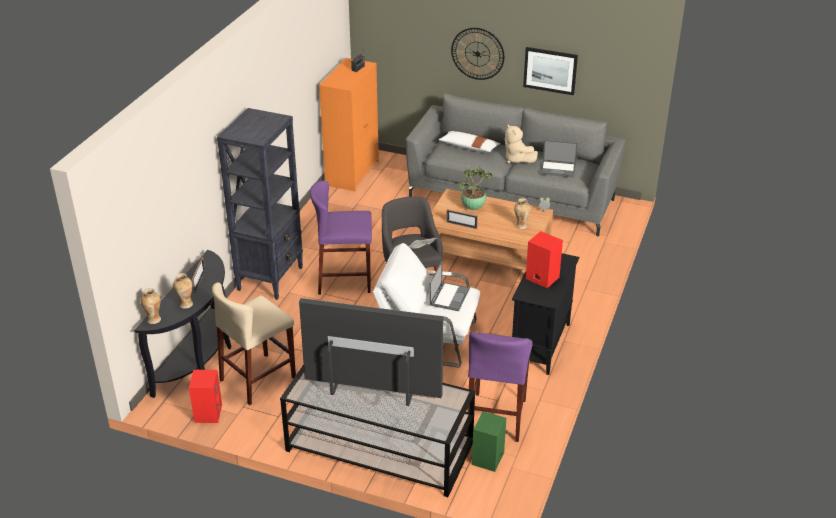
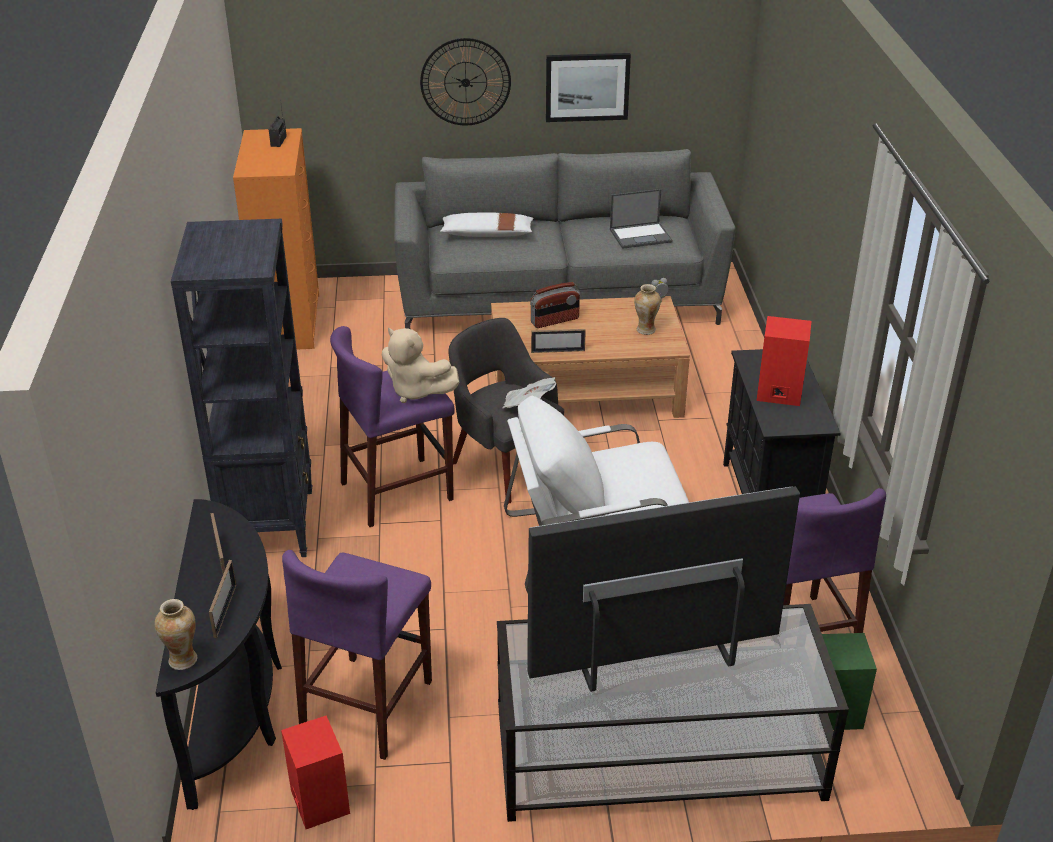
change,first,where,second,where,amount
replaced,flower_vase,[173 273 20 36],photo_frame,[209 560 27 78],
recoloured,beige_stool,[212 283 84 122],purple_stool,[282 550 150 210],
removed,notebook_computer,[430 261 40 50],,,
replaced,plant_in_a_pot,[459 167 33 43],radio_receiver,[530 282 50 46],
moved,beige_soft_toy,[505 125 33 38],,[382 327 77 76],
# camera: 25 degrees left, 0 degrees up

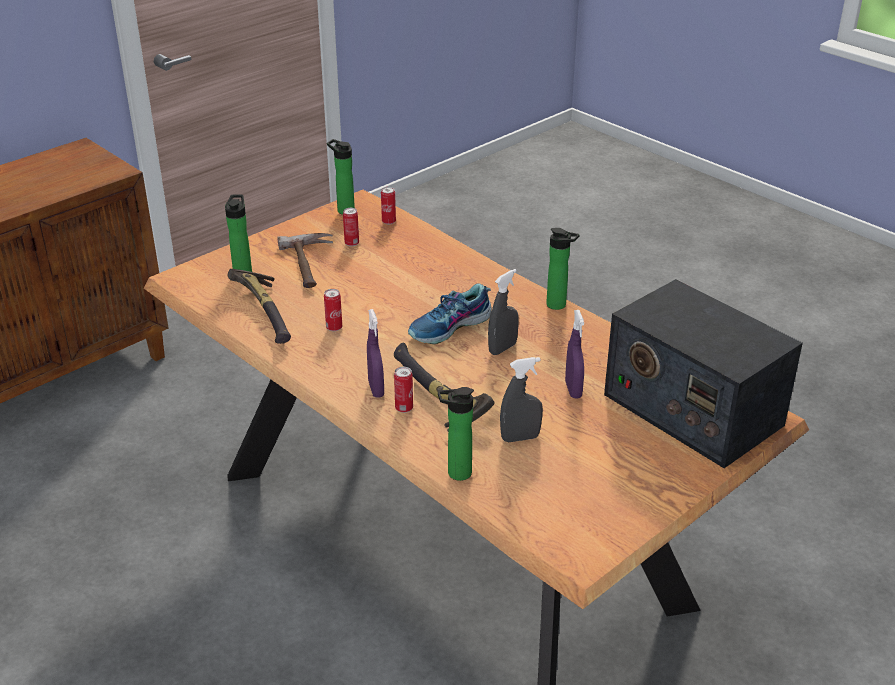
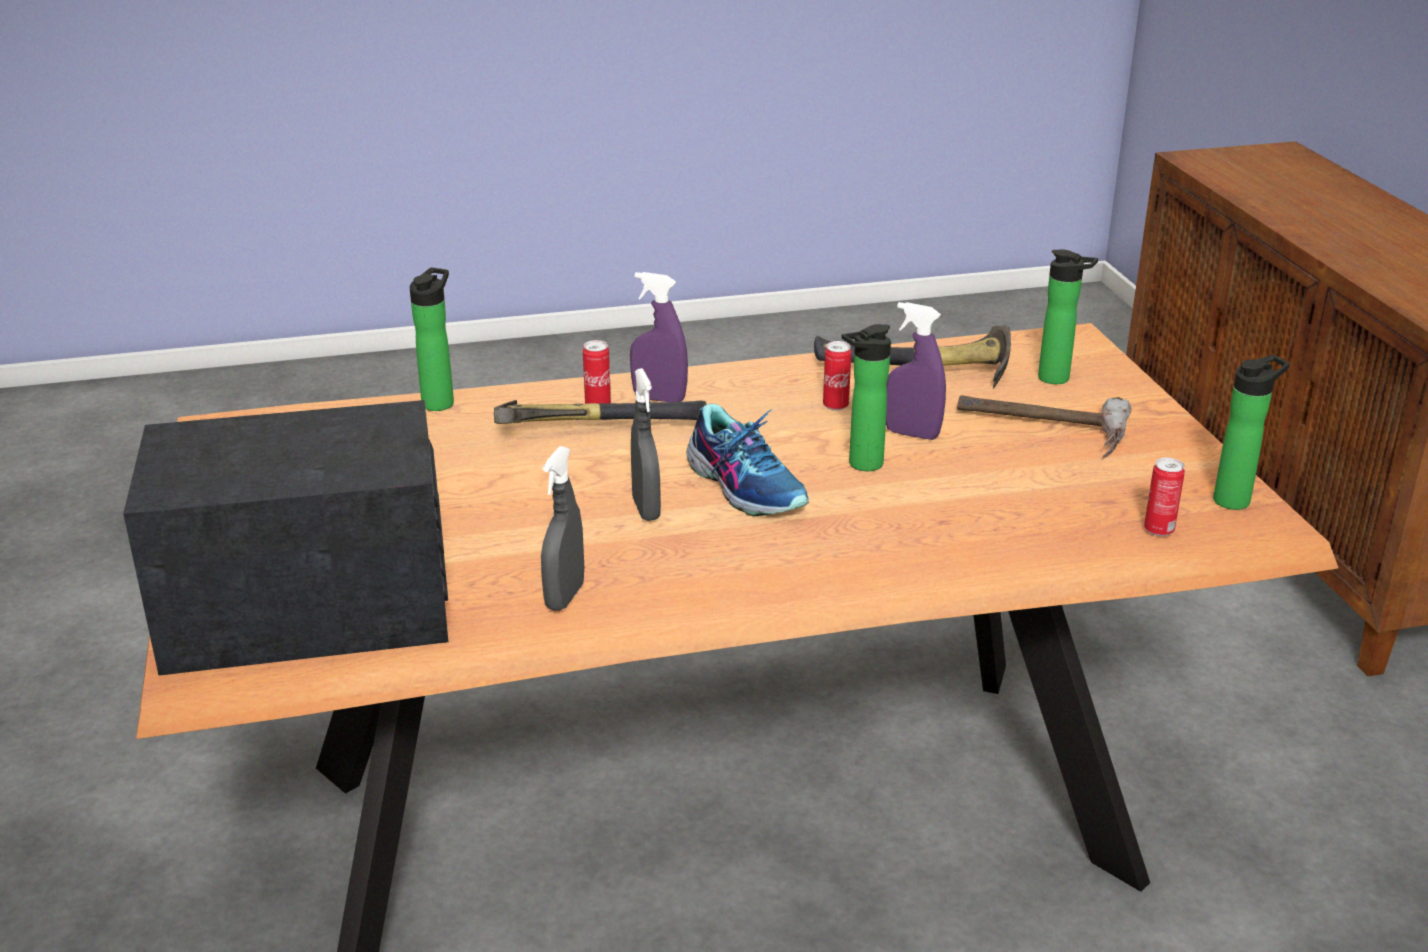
change,first,where,second,where,amount
removed,metal_can,[343 208 16 38],,,
turned,low_shoe,[408 283 84 61],,[686 404 123 112],150 degrees clockwise
moved,gray_sprayer,[500 357 43 85],,[541 446 43 165],
moved,drink_bottle,[546 228 34 82],,[841 324 50 147],
moved,purple_sprayer,[565 310 19 88],,[886 302 60 138],
# camera: 120 degrees right, 5 degrees down

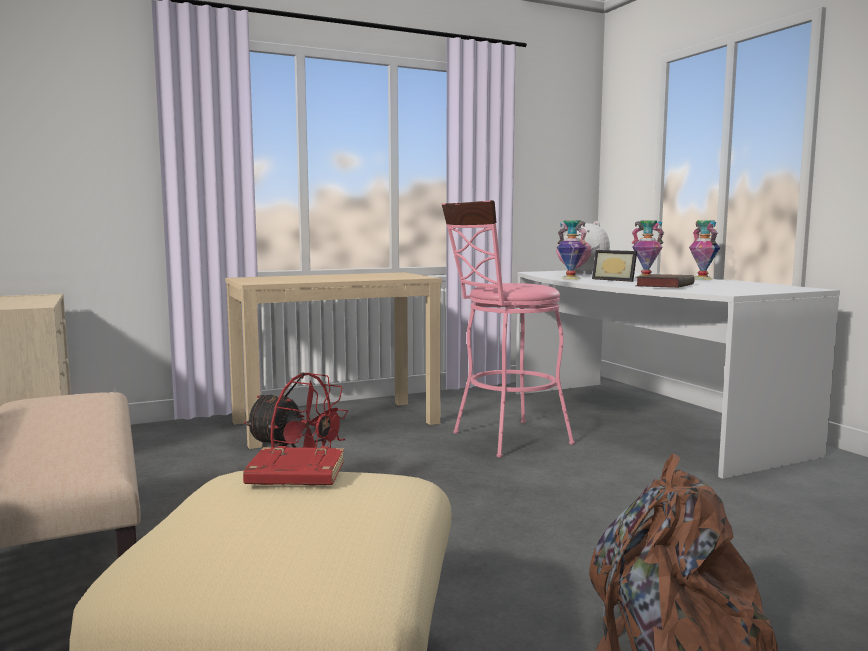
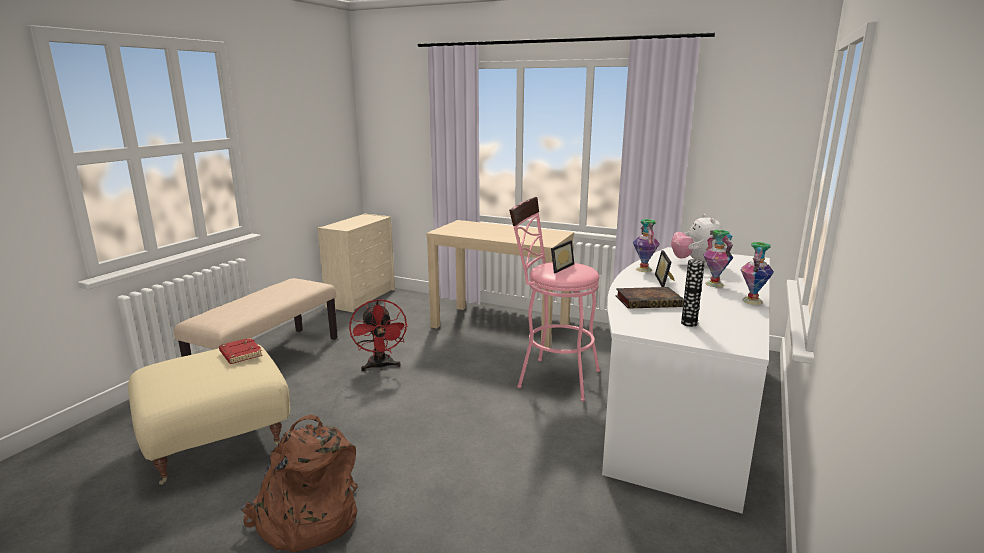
change,first,where,second,where,amount
added,,,photo_frame,[551 240 23 33],
added,,,flower_vase,[681 259 24 68],
# camera: 50 degrees right, 10 degrees up

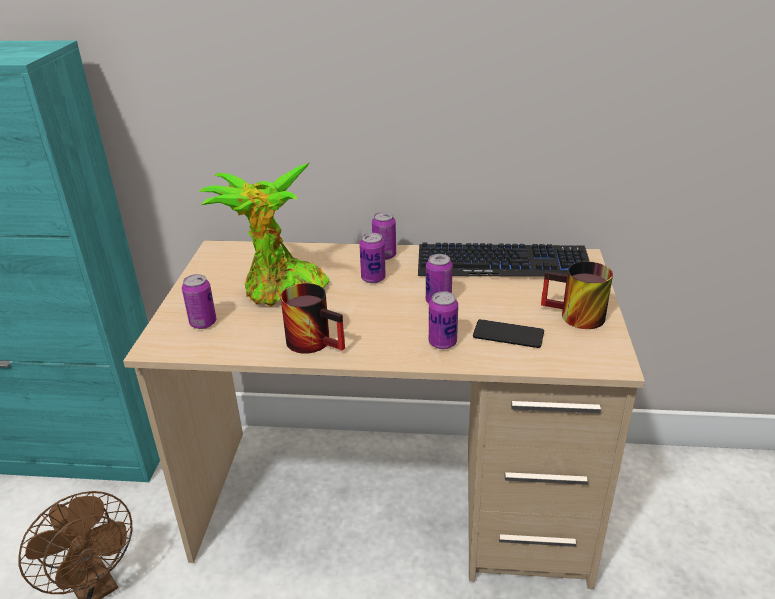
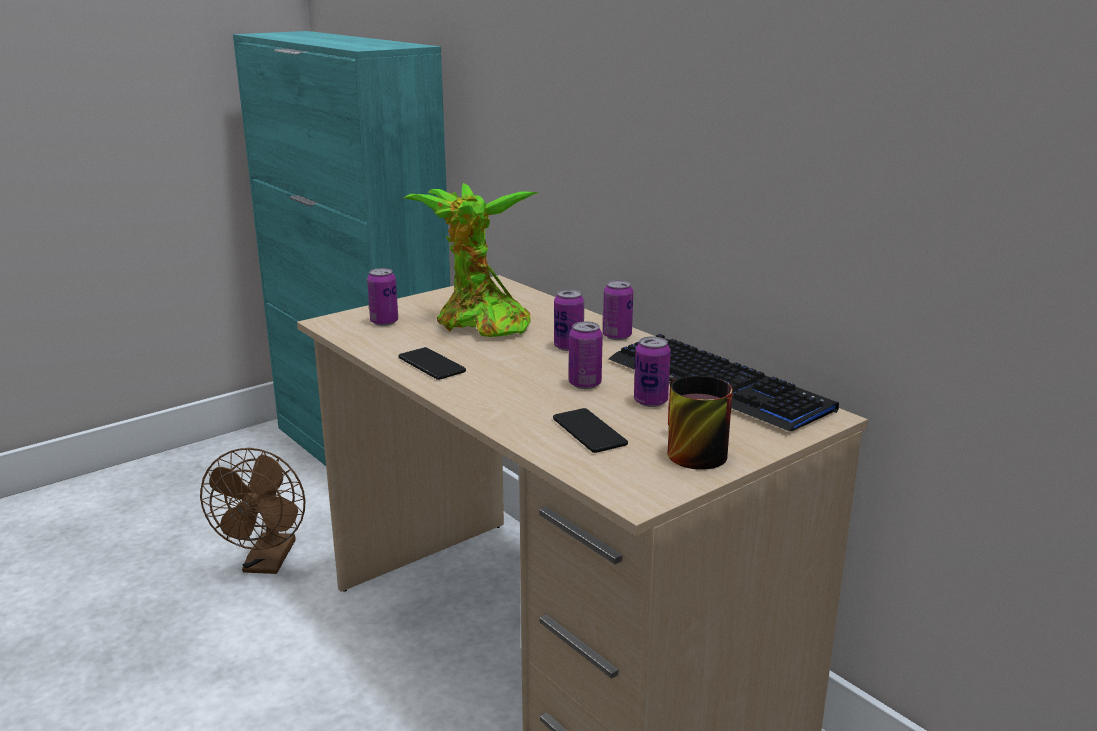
change,first,where,second,where,amount
replaced,coffee_mug,[280 283 65 71],handset,[399 347 67 33],
moved,metal_can,[429 291 29 58],,[634 336 37 71],
# camera: 45 degrees right, 10 degrees down

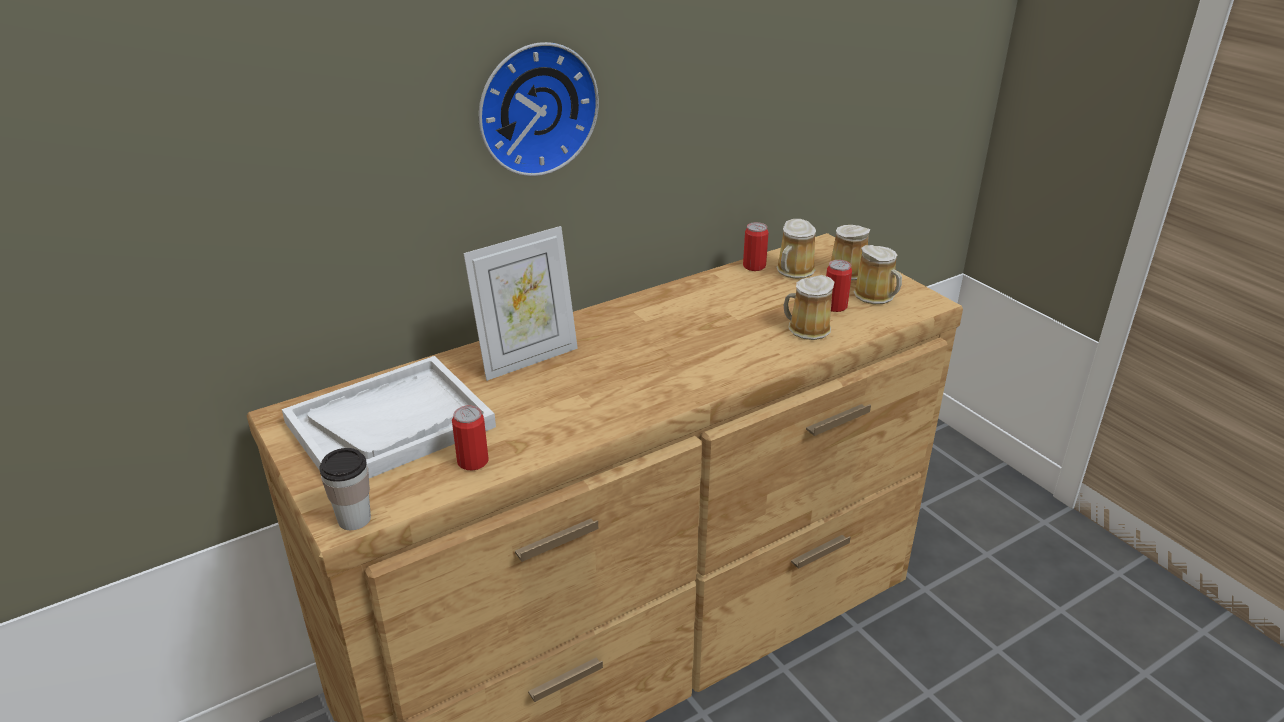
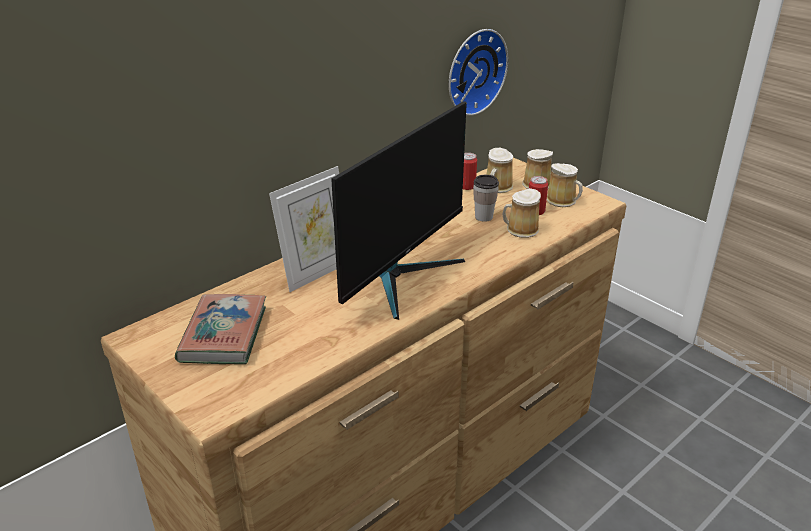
change,first,where,second,where,amount
replaced,whitish_serving_tray,[282 356 214 122],volume,[175 294 91 70],
moved,drinking_cup,[319 448 52 82],,[473 175 26 47],
removed,metal_can,[452 405 37 66],,,
moved,wall_clock,[479 42 120 134],,[449 29 59 87],
added,,,computer_display,[331 101 136 219],
# camera: 10 degrees left, 0 degrees up

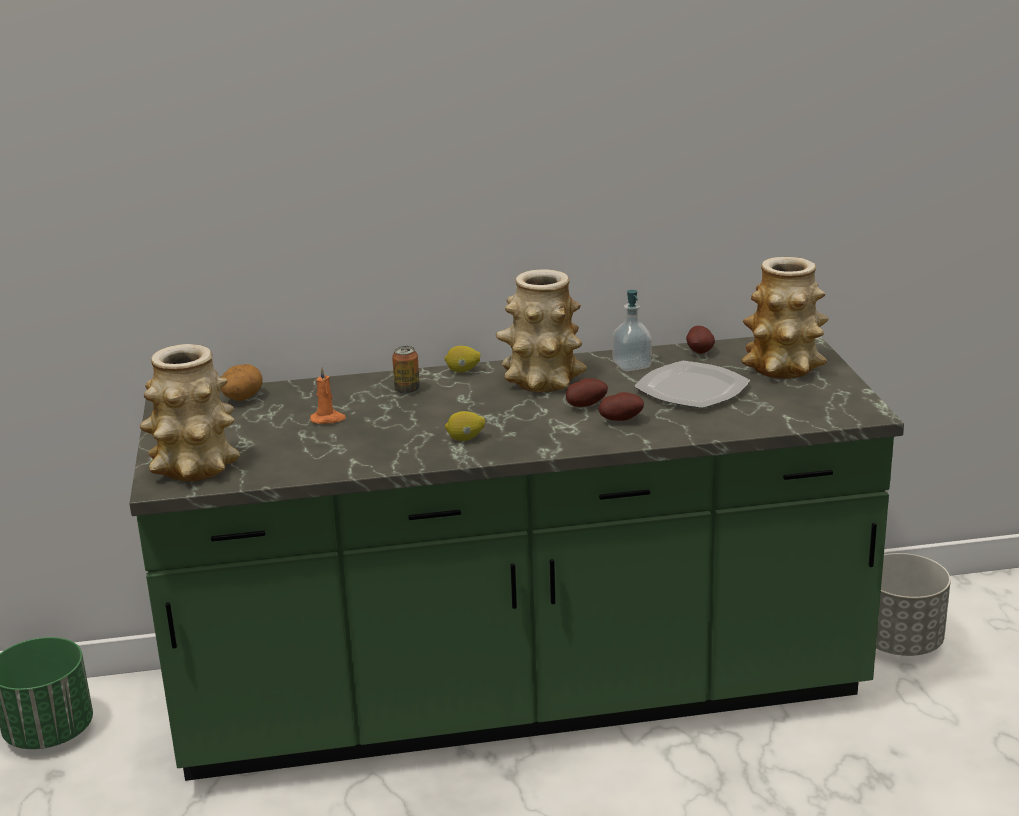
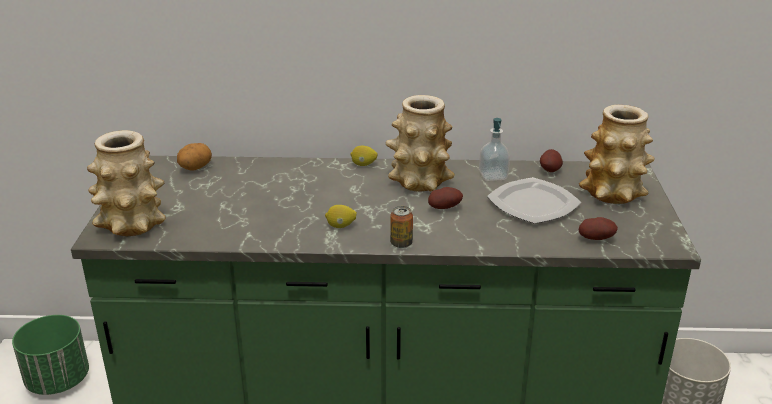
change,first,where,second,where,amount
removed,orange_wax_light,[310 367 36 57],,,
moved,metal_can,[392 346 28 48],,[390 206 23 42],
moved,potato,[599 392 45 29],,[579 217 39 23],
# camera: 10 degrees right, 5 degrees up

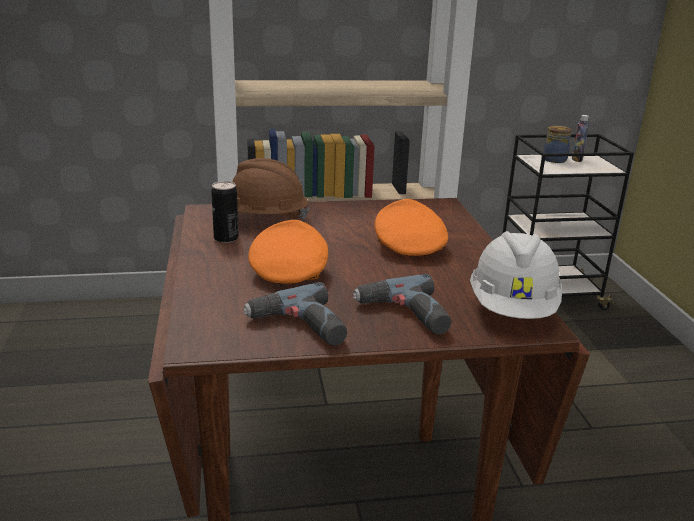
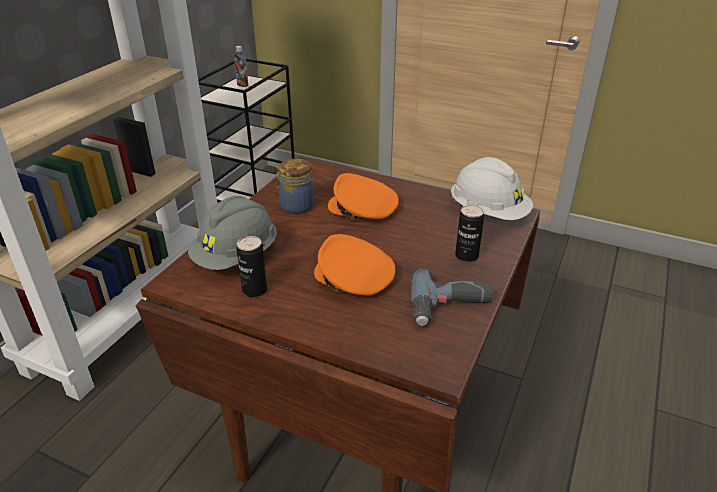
change,first,where,second,where,amount
recoloured,brown_hard_hat,[232 158 77 63],gray_hard_hat,[188 196 89 74],
replaced,drill,[352 274 99 61],metal_can,[455 205 29 57],
moved,preserve_jar,[543 126 29 37],,[276 159 38 55],
# camera: 55 degrees left, 10 degrees up

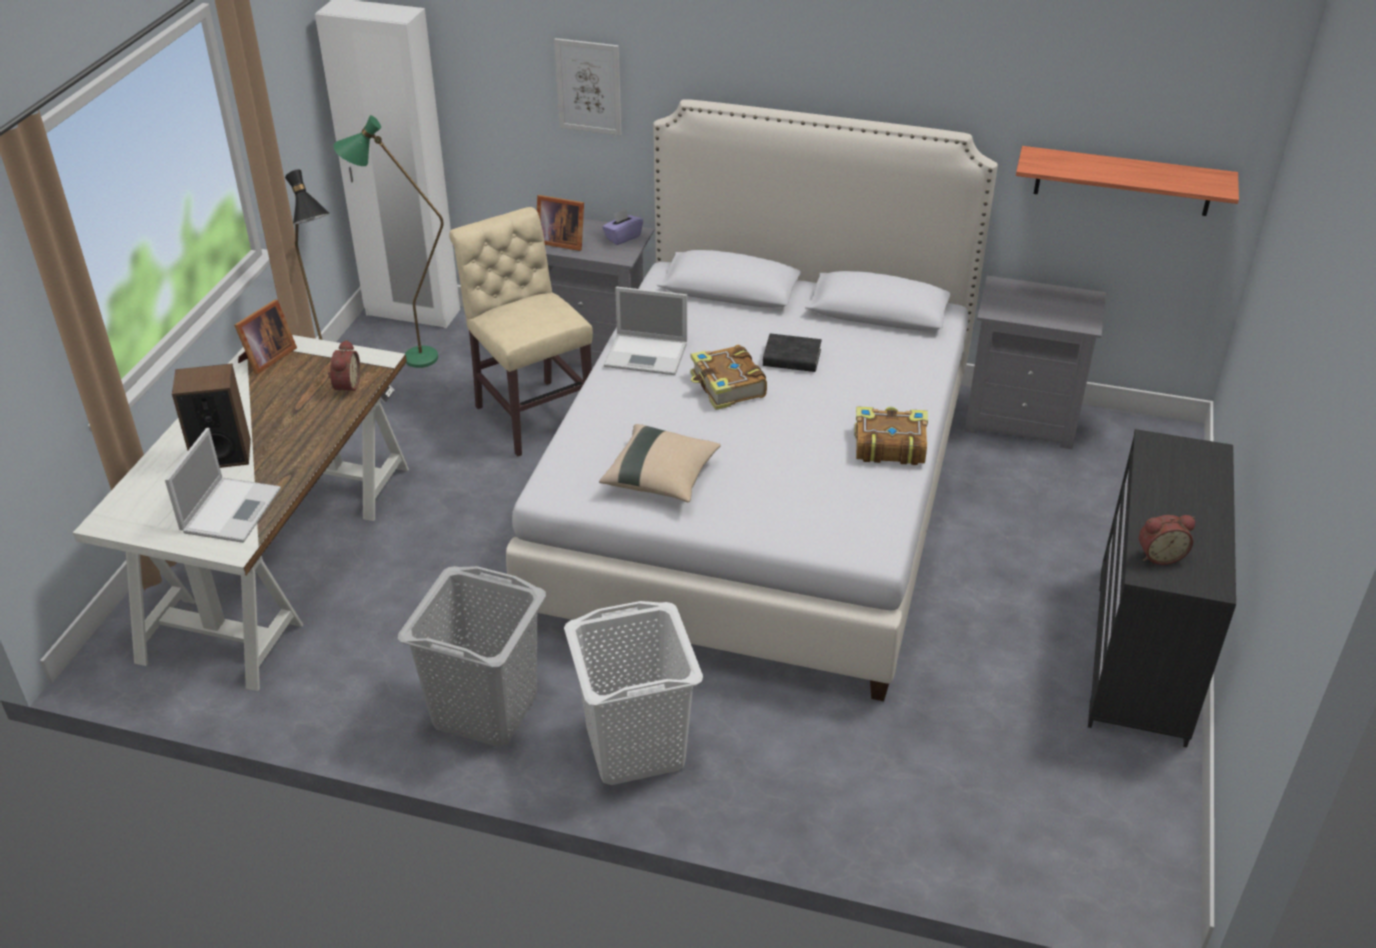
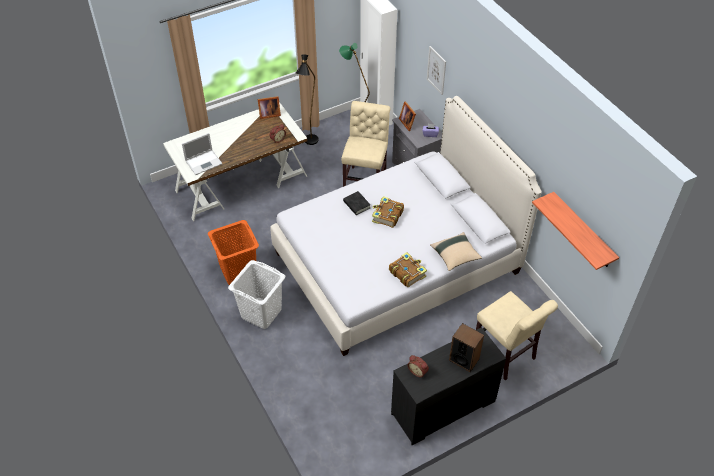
change,first,where,second,where,amount
moved,audio_speaker,[172 364 79 104],,[449 323 35 49],
recoloured,gray_washing_basket,[398 566 148 181],orange_washing_basket,[208 220 51 65],
moved,beige_cushion,[599 424 122 78],,[430 232 52 39],
removed,notebook_computer,[604 287 83 88],,,
moved,black-coloured_volume,[763 333 59 39],,[343 191 27 24],
removed,gray_nightstand,[965 276 141 173],,,
added,,,beige_plain_chair,[476 291 82 90],
# camera: 45 degrees right, 10 degrees up

